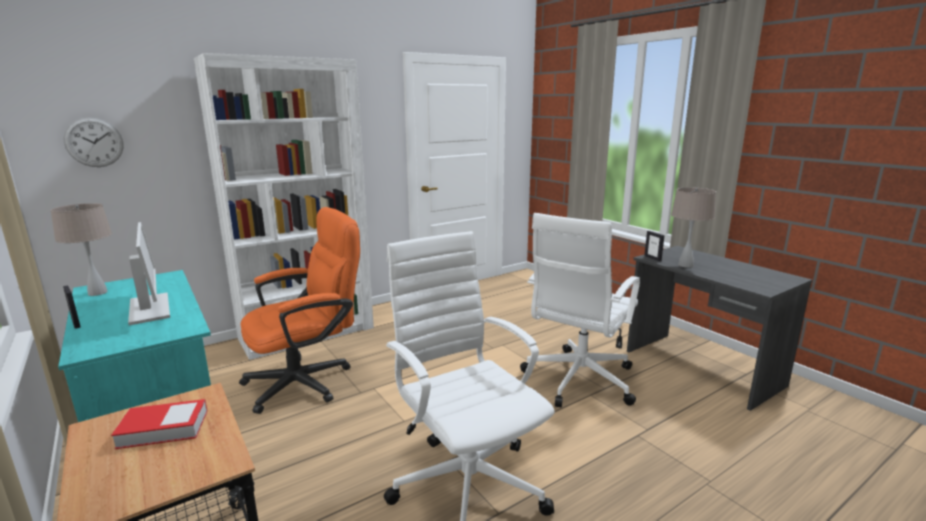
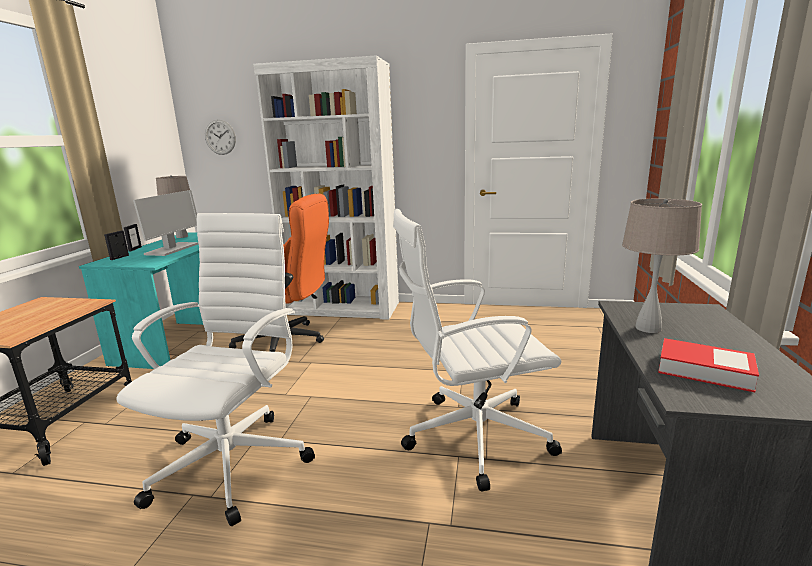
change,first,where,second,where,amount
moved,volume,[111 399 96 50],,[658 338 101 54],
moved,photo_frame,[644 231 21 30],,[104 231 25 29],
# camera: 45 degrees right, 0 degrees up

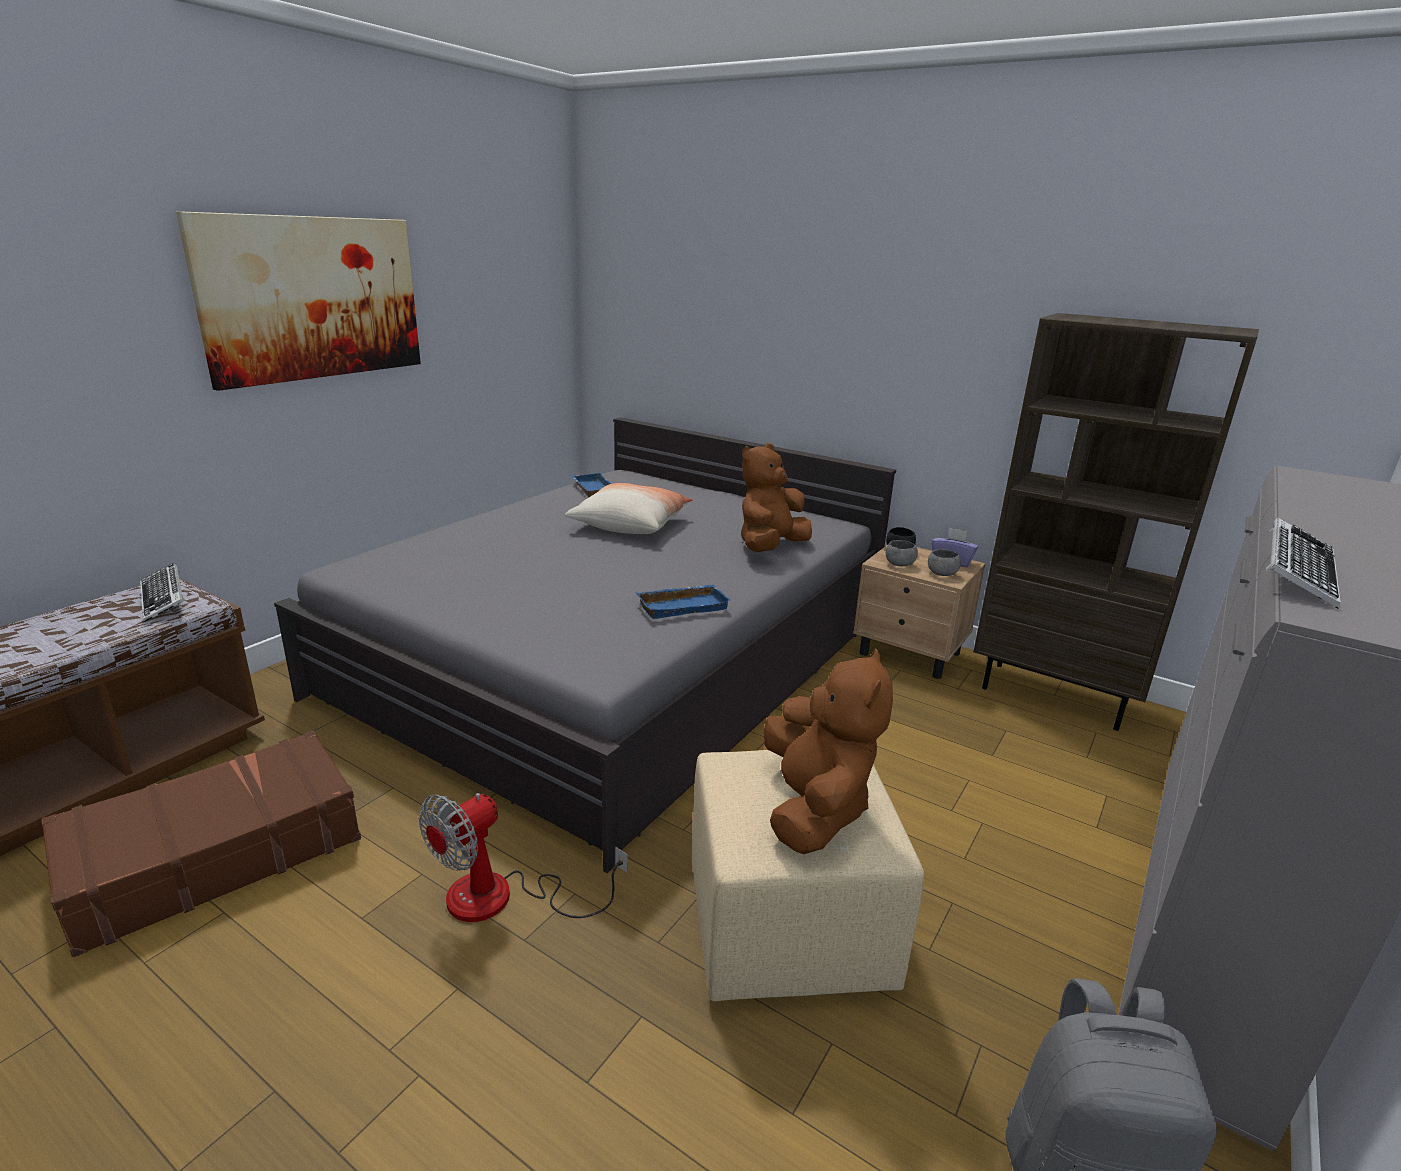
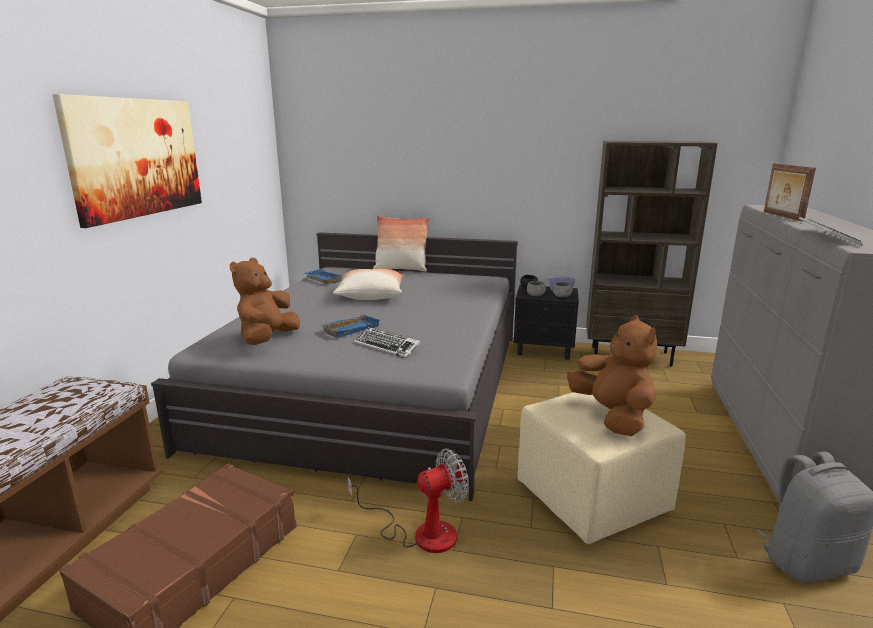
change,first,where,second,where,amount
moved,computer_keyboard,[140 563 45 59],,[354 327 66 31],
turned,cooling_fan,[419 793 209 129],,[347 448 122 105],135 degrees counterclockwise
moved,blue-coloured_serving_tray,[636 584 95 35],,[320 315 60 23],
moved,brown_soft_toy,[741 443 71 109],,[230 258 70 87],
recoloured,beige_nightstand,[853 545 133 134],black-coloured_nightstand,[513 285 66 75],
added,,,cushion,[373 215 57 57],
added,,,photo_frame,[764 163 52 59],
# camera: 20 degrees left, 5 degrees down

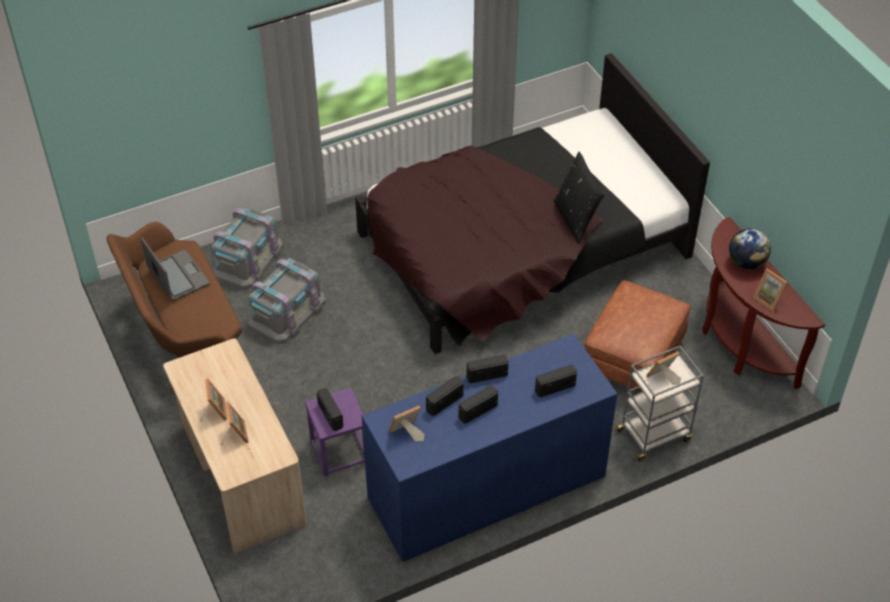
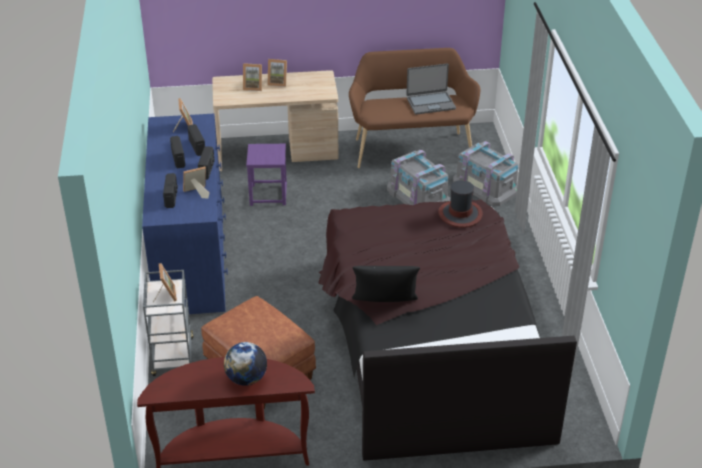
change,first,where,second,where,amount
removed,radio_receiver,[317 388 26 43],,,
moved,photo_frame,[753 269 34 42],,[183 166 26 32],
added,,,hat,[438 180 45 48],
# camera: 110 degrees right, 10 degrees down

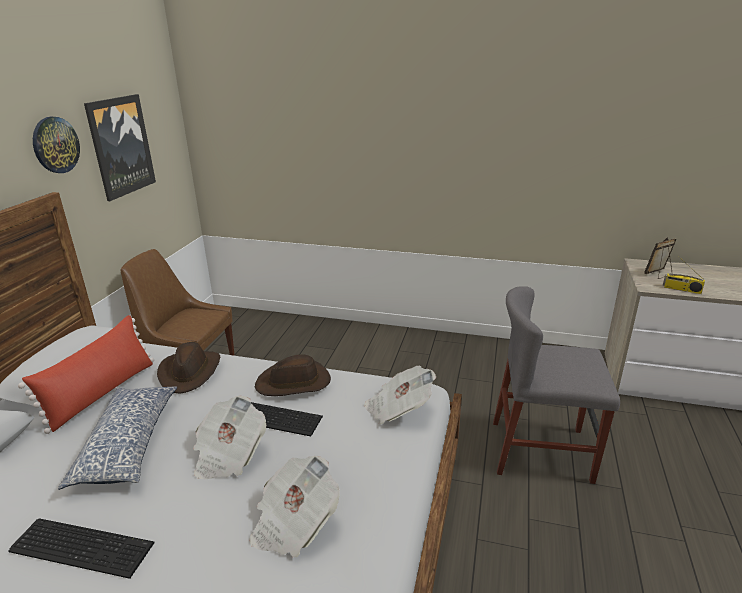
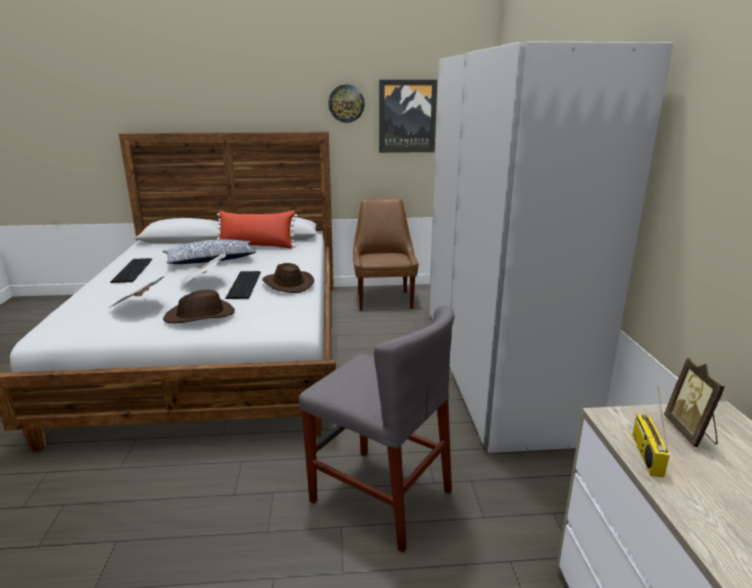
change,first,where,second,where,amount
moved,brown_hat,[157 342 63 52],,[163 290 72 34],
removed,daily_paper,[364 366 72 58],,,
turned,gray_plain_chair,[493 286 127 198],,[299 305 155 248],135 degrees clockwise
turned,photo_frame,[644 238 33 41],,[664 358 61 89],135 degrees counterclockwise
added,,,whitish_clothes_cupboard,[429 41 244 412],
# camera: 70 degrees right, 5 degrees down

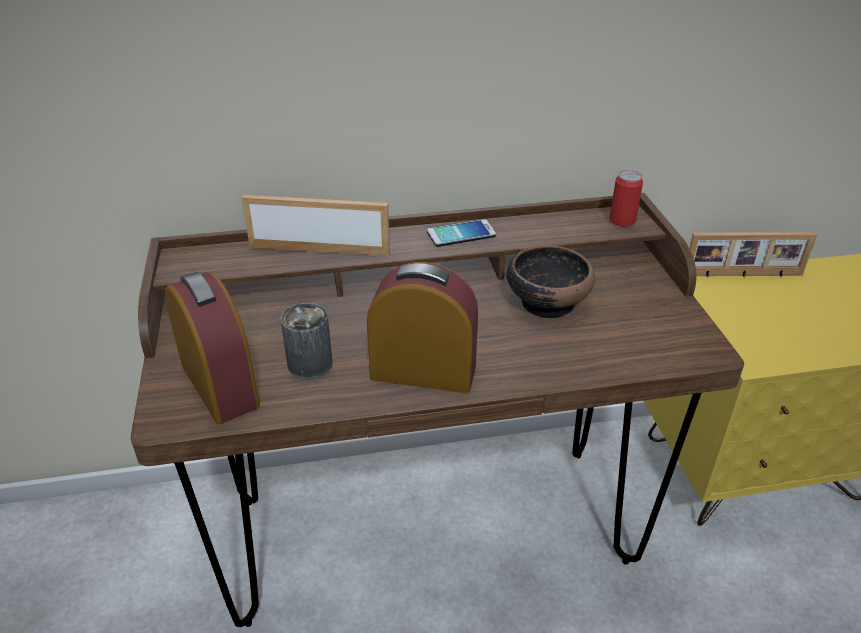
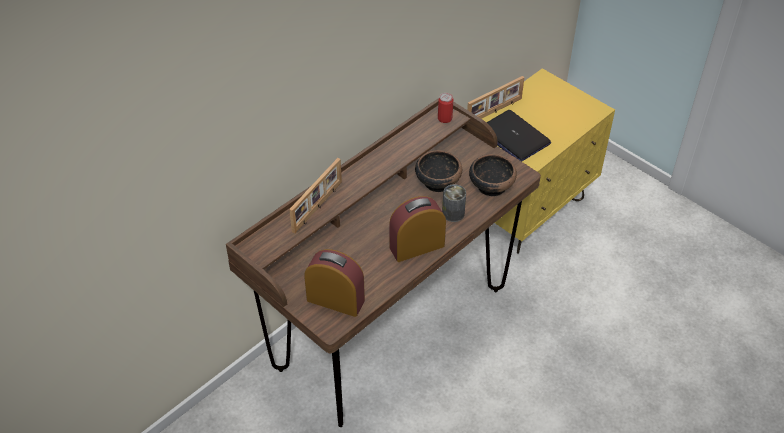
change,first,where,second,where,amount
turned,photo_frame,[241 195 149 62],,[289 158 53 76],150 degrees clockwise
moved,metal_can,[281 303 51 76],,[442 184 24 38],
removed,handset,[427 219 69 28],,,
added,,,bowl,[469 154 48 43],
added,,,notebook_computer,[486 110 65 52],
# camera: 35 degrees left, 10 degrees up

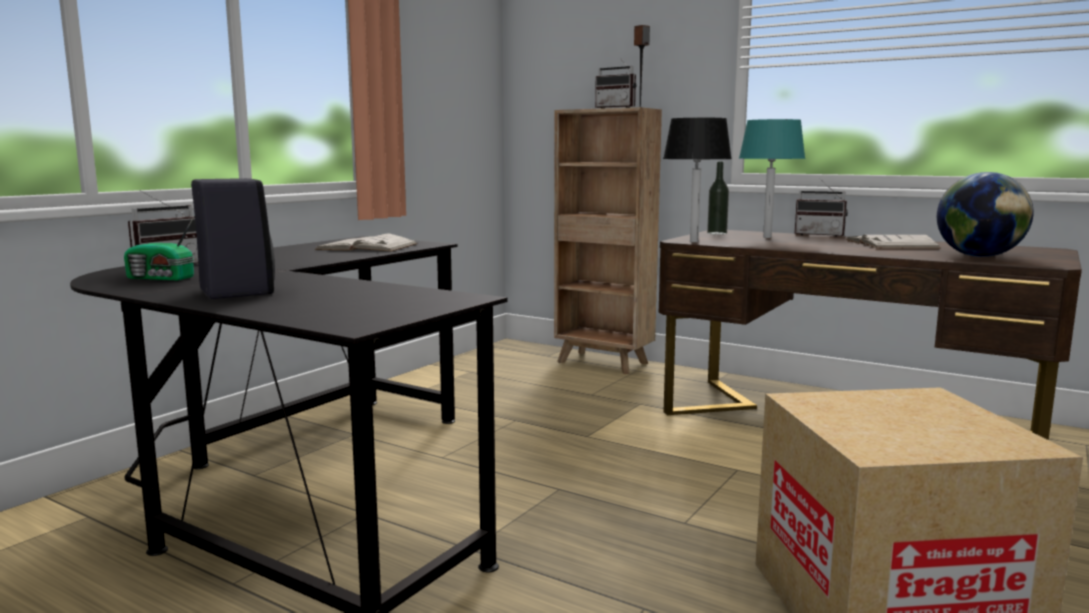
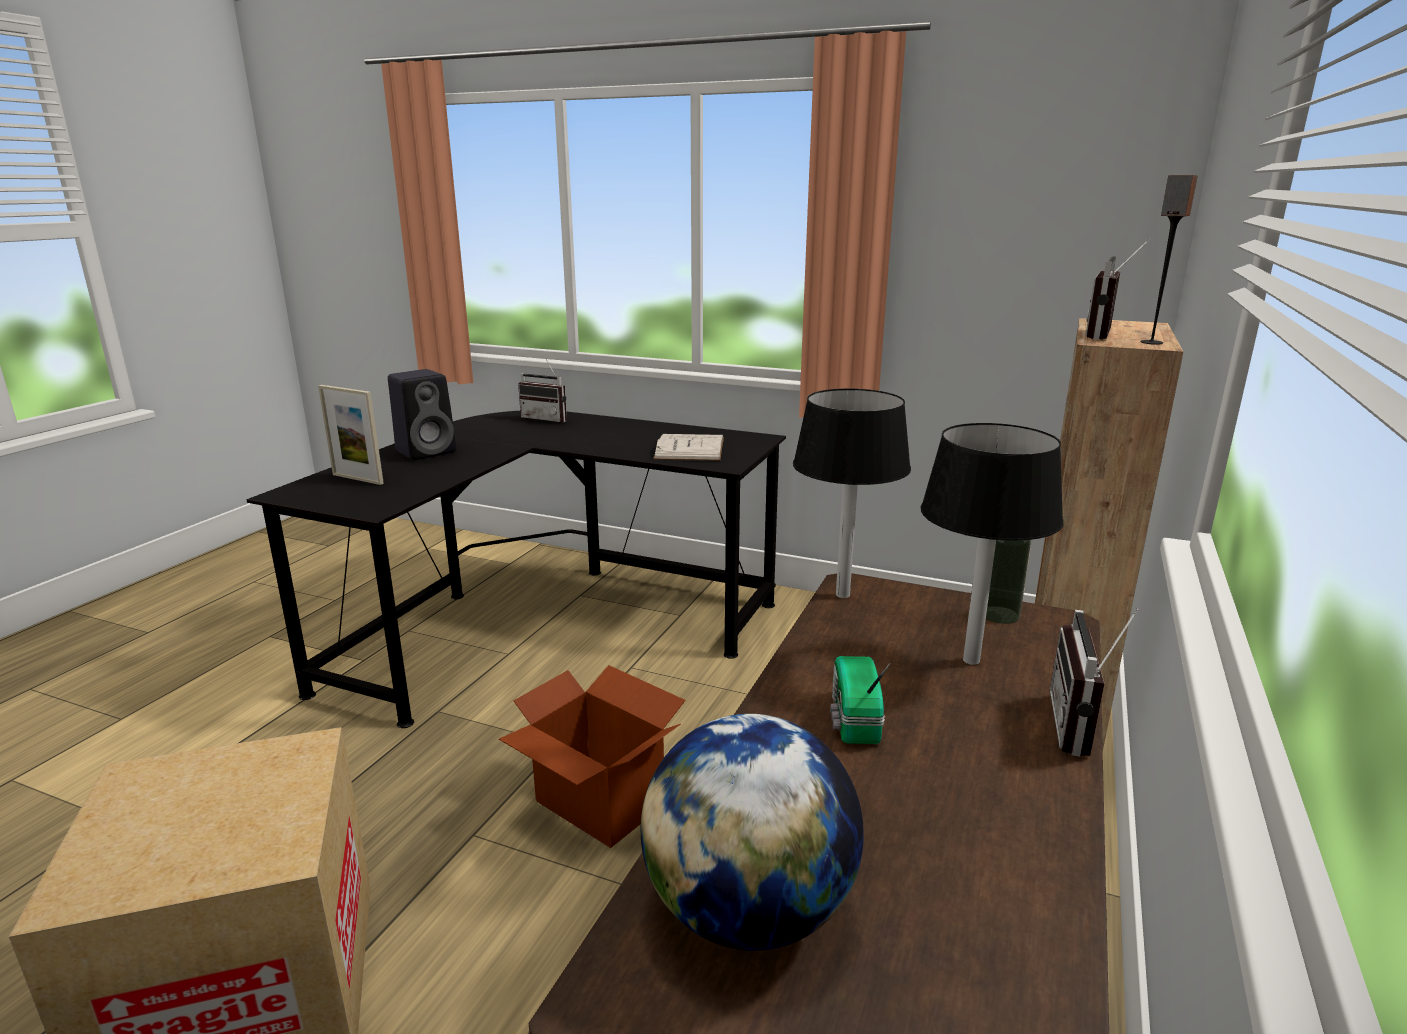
change,first,where,second,where,amount
moved,radio_receiver,[124 216 70 65],,[830 656 61 88],
recoloured,turquoise-coloured_table_lamp,[739 119 67 119],black-coloured_table_lamp,[921 423 143 242],
removed,whitish_volume,[846 235 94 13],,,
added,,,photo_frame,[318 385 66 100],
added,,,cardboard_box,[499 665 187 183],
# camera: 80 degrees right, 10 degrees up

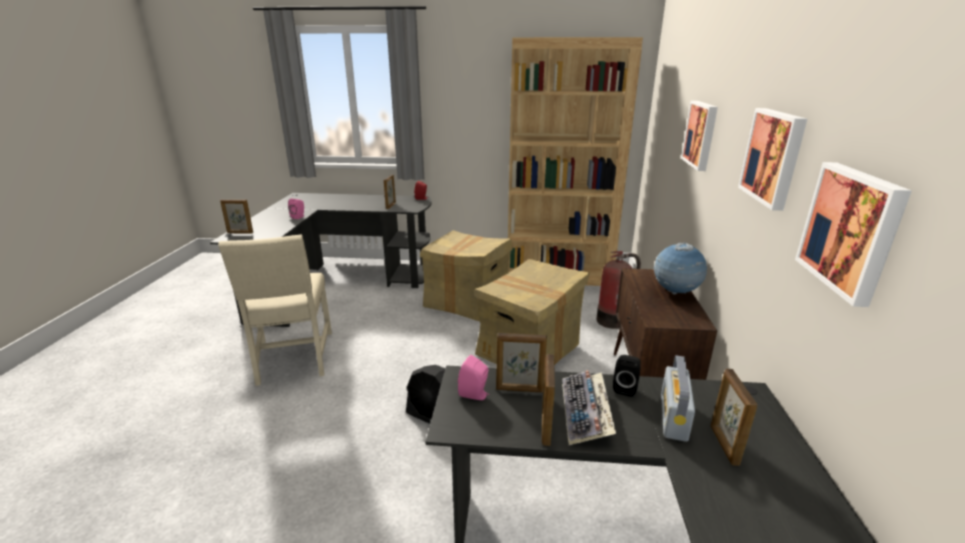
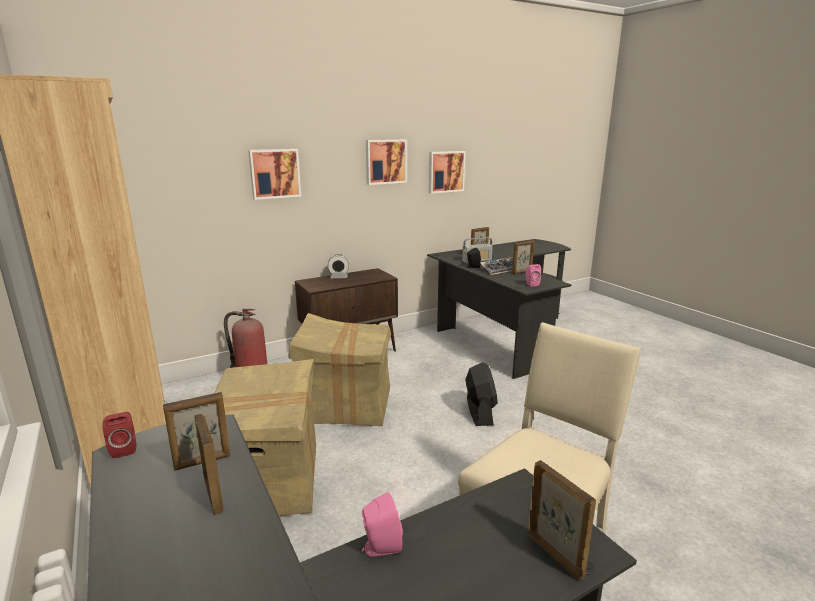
change,first,where,second,where,amount
moved,photo_frame,[496 333 51 60],,[194 414 29 101],
replaced,world_globe,[653 242 54 53],bedside_clock,[328 254 21 24],
# camera: 125 degrees left, 5 degrees down

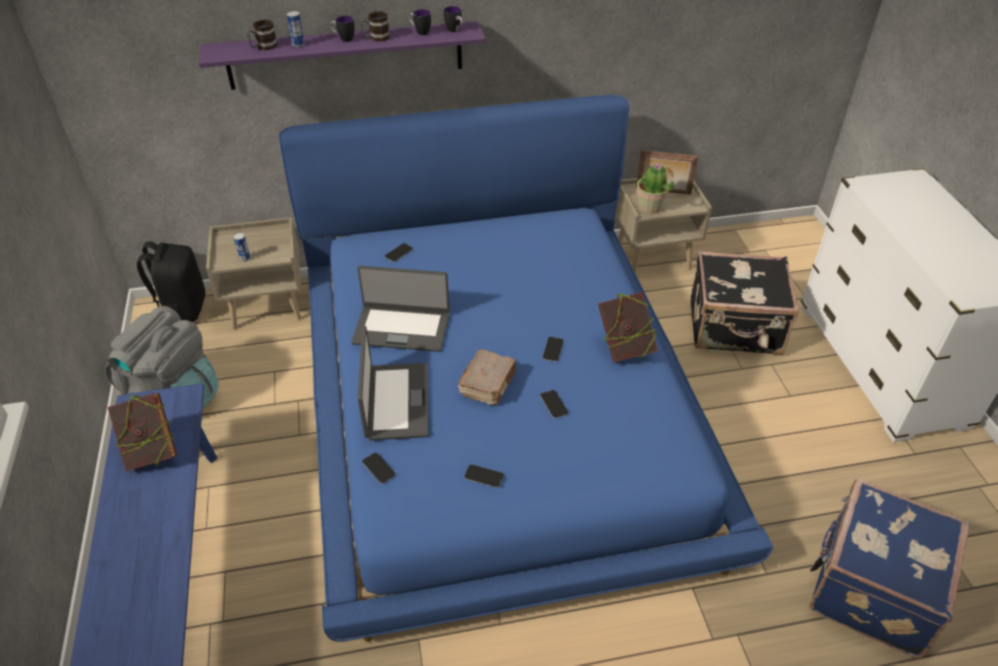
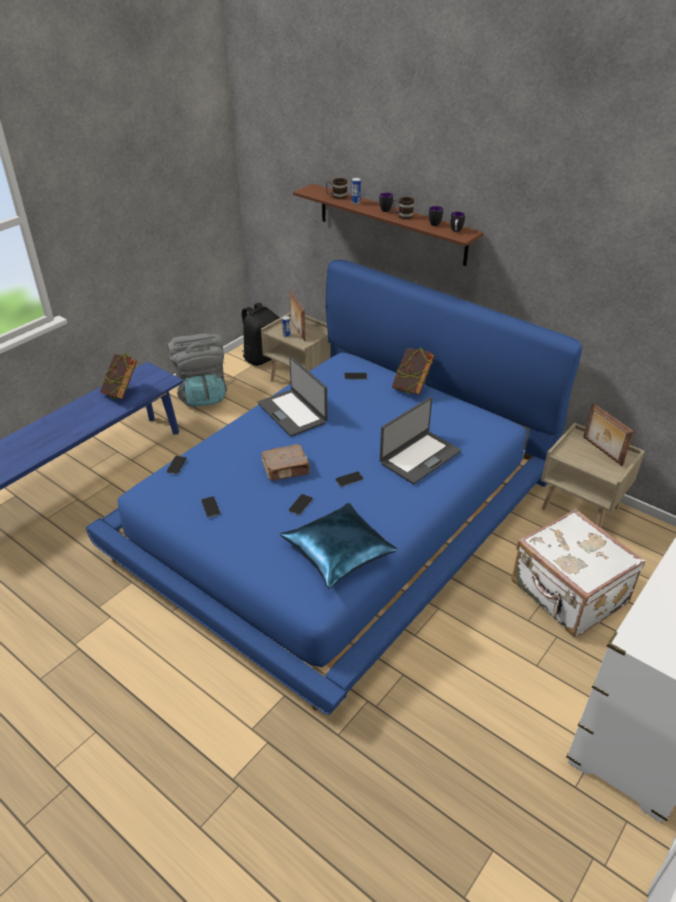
change,first,where,second,where,amount
recoloured,purple_wall_shelf,[199 21 287 69],brown_wall_shelf,[293 184 190 82],
moved,notebook_computer,[358 326 71 114],,[380 397 81 87],
moved,volume,[598 292 60 70],,[391 348 44 47],
removed,plant_in_a_pot,[636 164 38 50],,,
recoloured,black-coloured_piece_of_luggage,[690 251 109 104],whitish_piece_of_luggage,[512 509 133 128],
removed,blue-coloured_piece_of_luggage,[809 478 161 180],,,
added,,,blue-coloured_cushion,[280 503 118 86],
added,,,photo_frame,[289 291 17 51],
# camera: 50 degrees right, 5 degrees down

